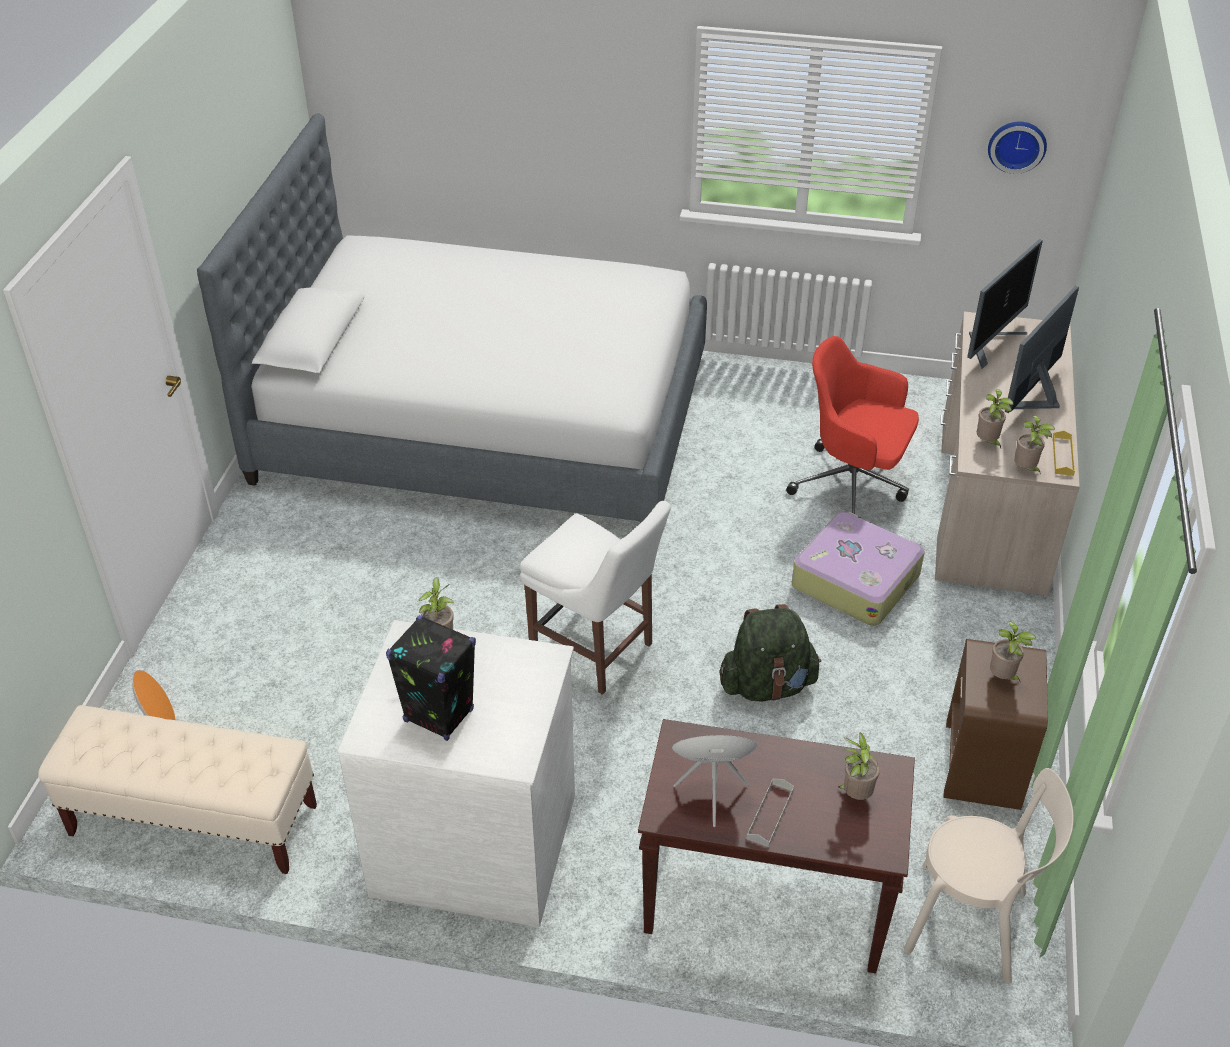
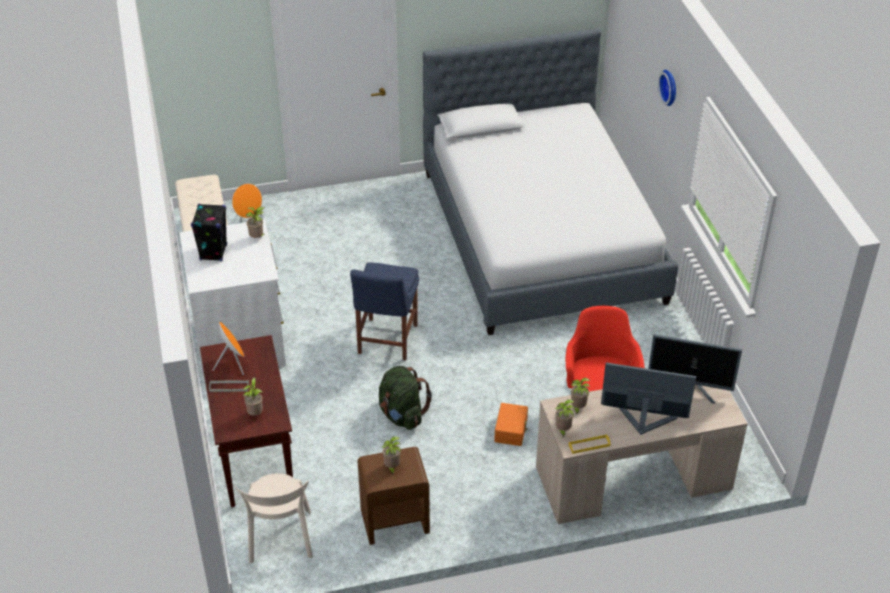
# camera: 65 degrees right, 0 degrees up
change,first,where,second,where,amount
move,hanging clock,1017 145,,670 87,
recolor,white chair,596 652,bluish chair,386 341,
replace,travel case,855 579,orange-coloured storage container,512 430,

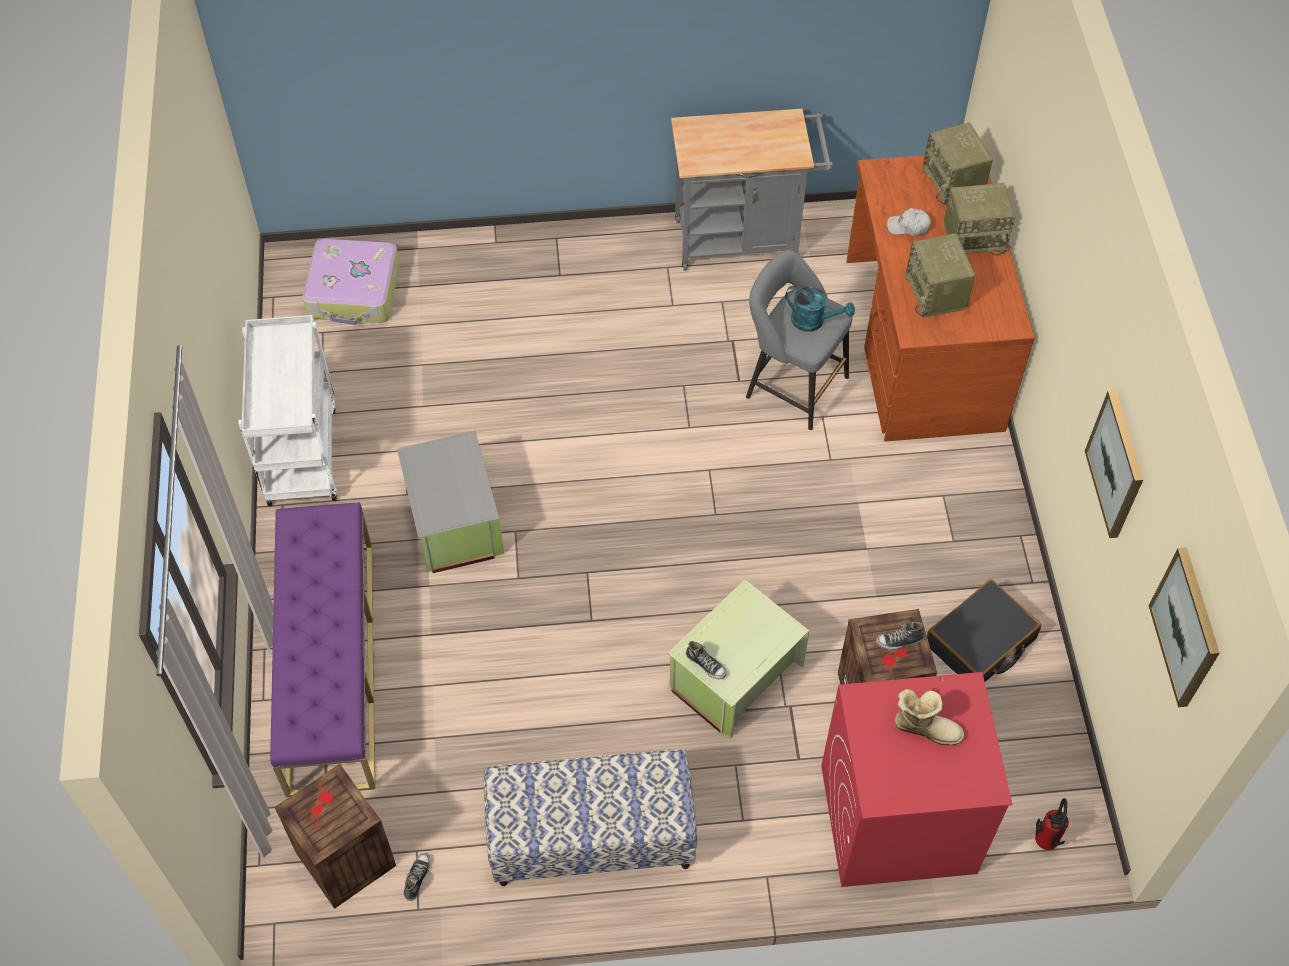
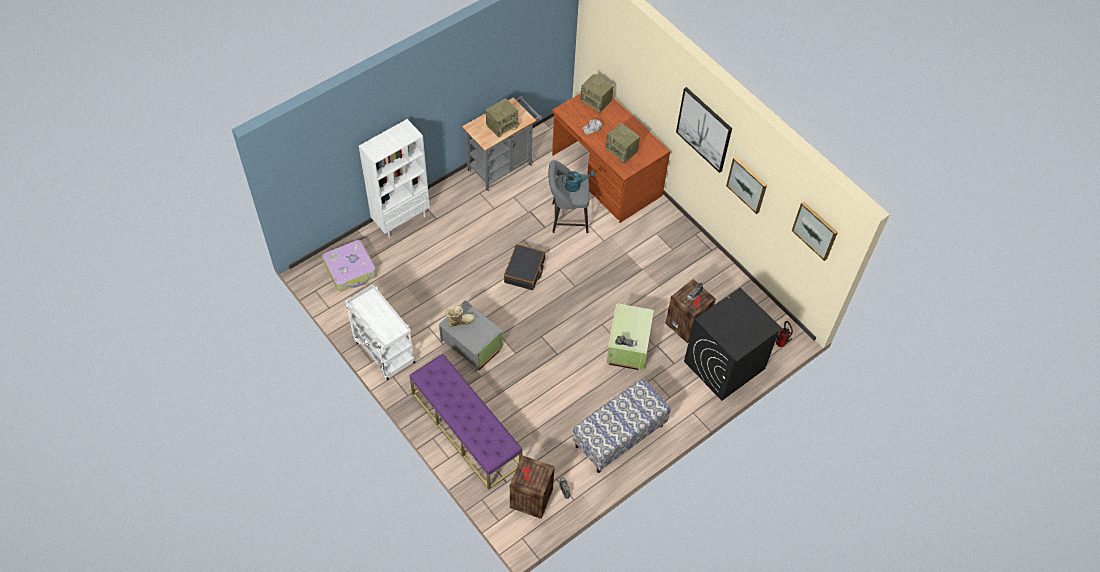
# camera: 35 degrees left, 0 degrees up
change,first,where,second,where,amount
move,radio receiver,975 237,,502 125,
move,black-coloured travel case,980 642,,524 271,
recolor,reddish laundry machine,896 819,black-coloured laundry machine,724 365,
move,boot,925 727,,460 321,
insert,,,picture,704 129,
insert,,,white shelving unit,401 219,

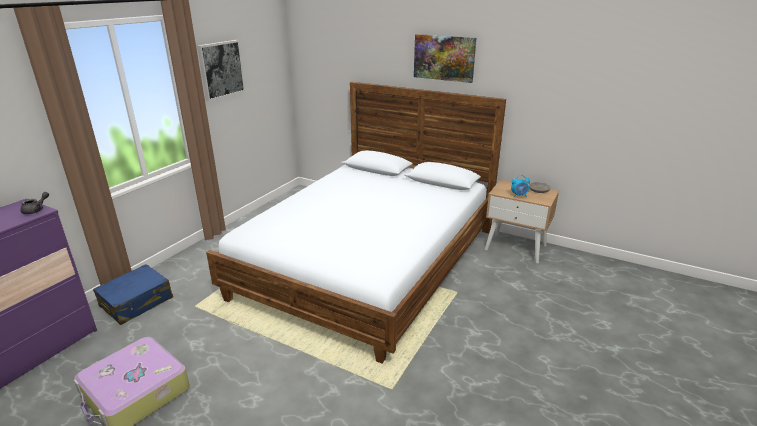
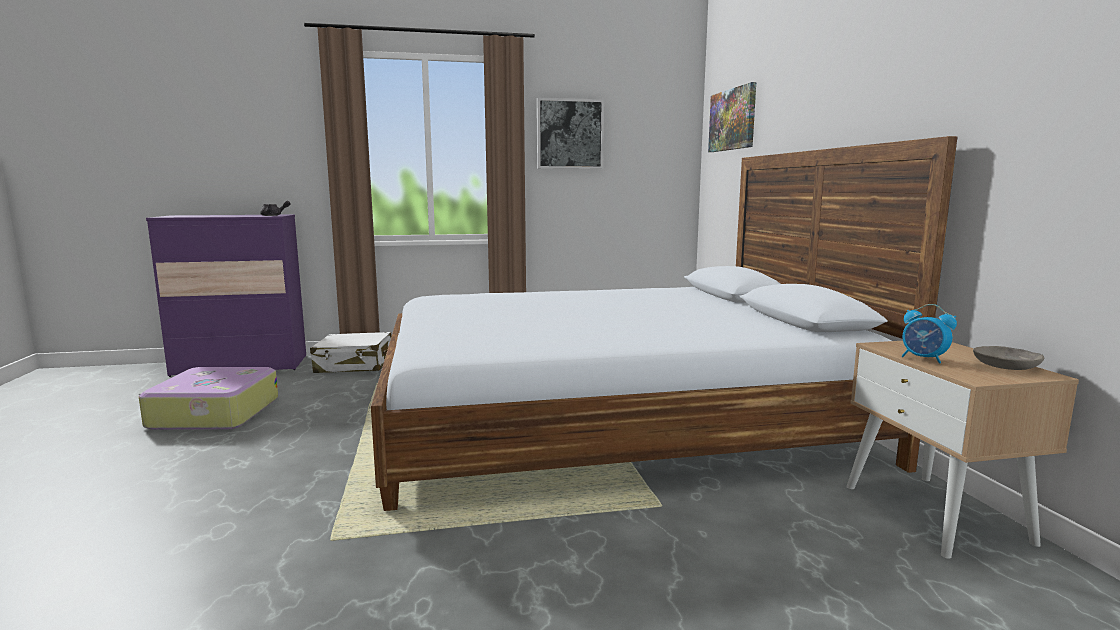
# camera: 50 degrees right, 15 degrees down
change,first,where,second,where,amount
move,picture,444 58,,732 119,
recolor,bluish travel case,137 302,white travel case,354 365,

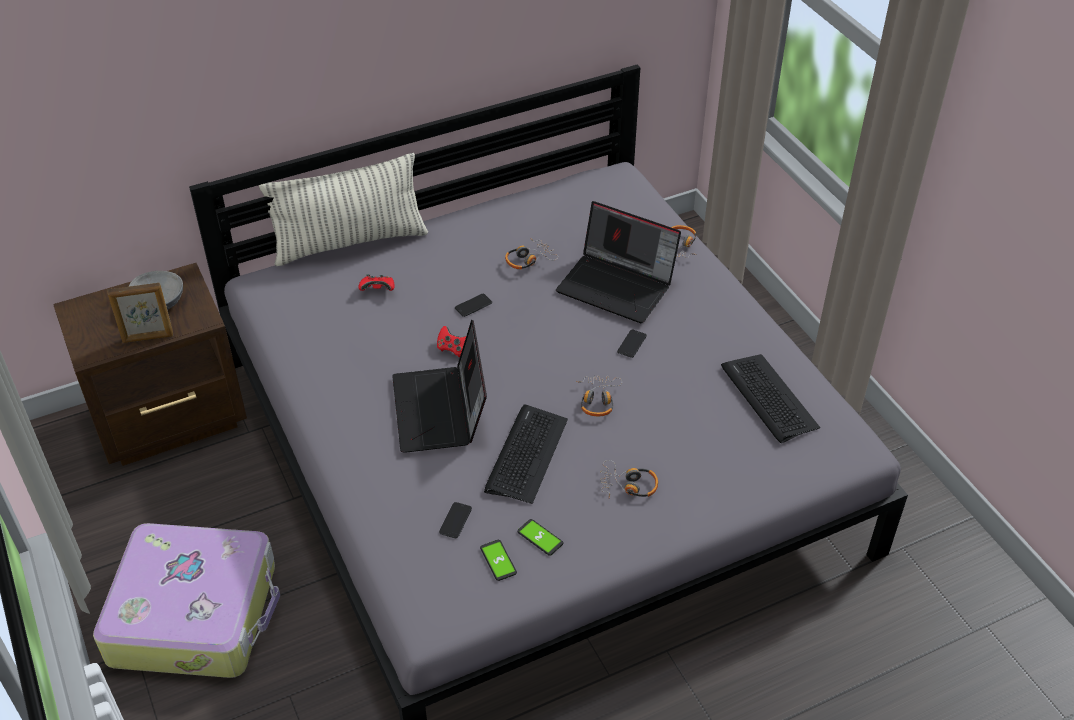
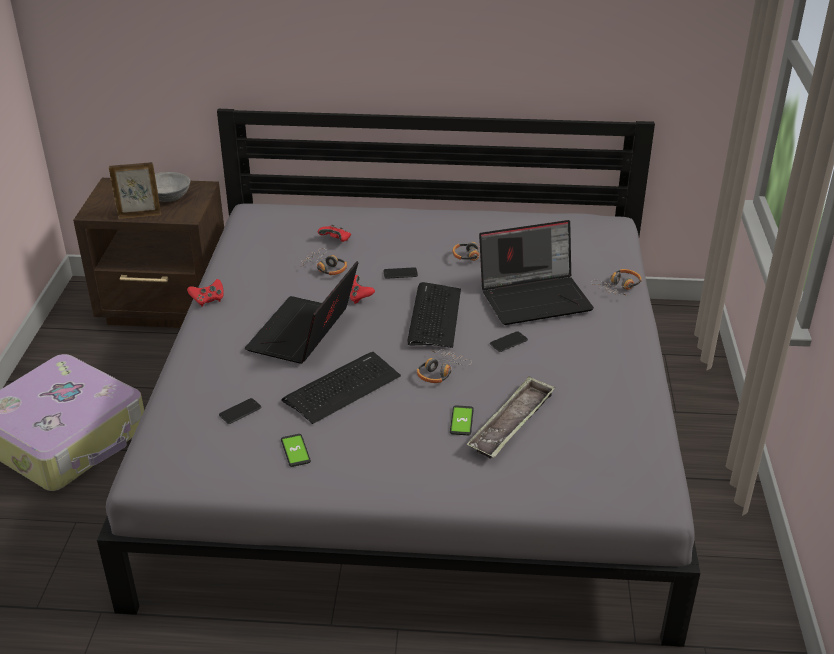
# camera: 30 degrees right, 10 degrees down
change,first,where,second,where,amount
delete,cushion,350 243,,,
rotate,laptop,618 285,,535 297,75 degrees counterclockwise
rotate,picture frame,148 338,,139 215,150 degrees clockwise
move,PC keyboard,768 398,,434 316,
move,headset,628 485,,325 268,
move,telephone,498 560,,461 421,
insert,,,reddish gamepad,208 300,
insert,,,serving tray,512 423,

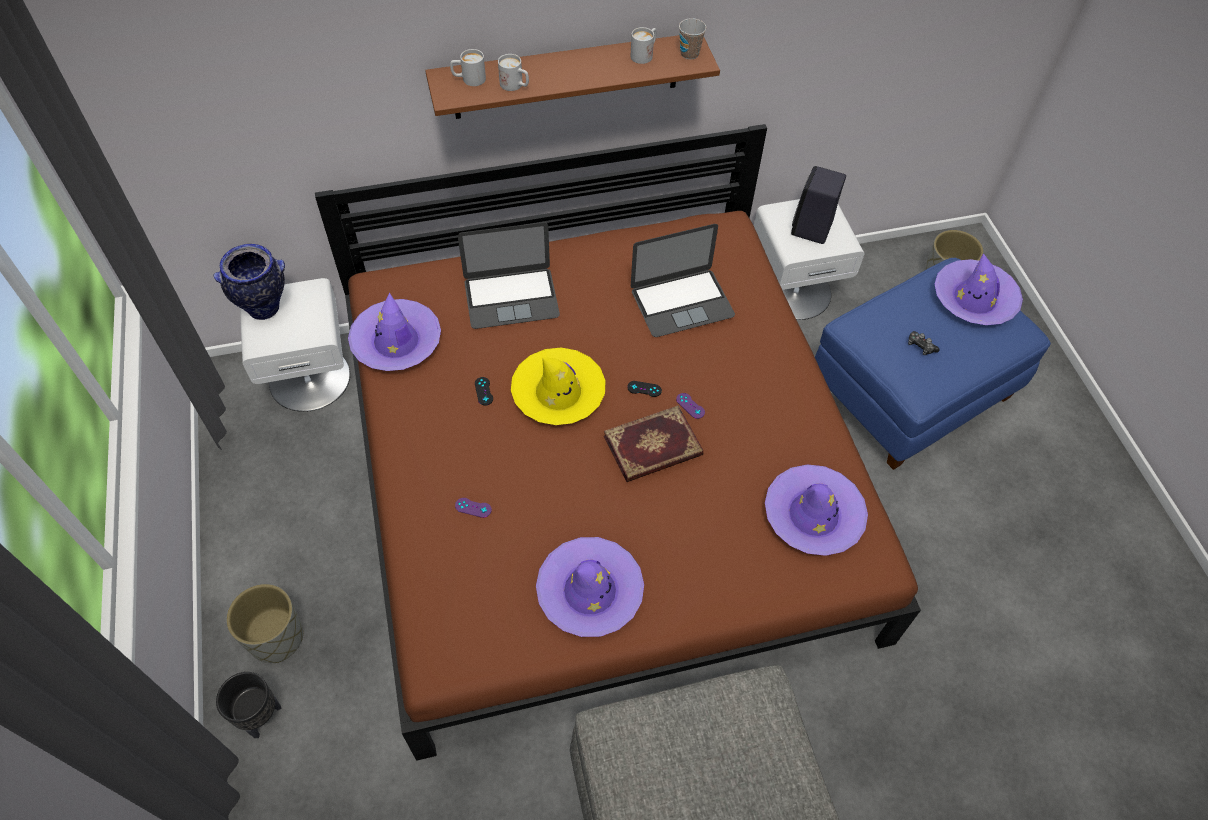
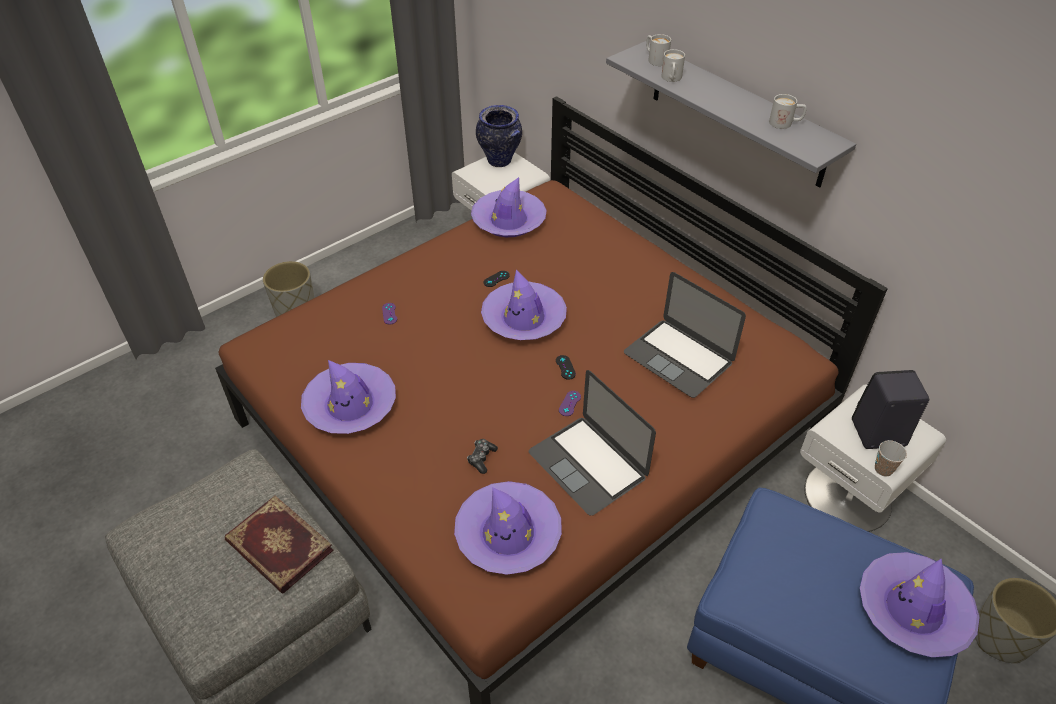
# camera: 65 degrees right, 10 degrees down
change,first,where,second,where,amount
move,drinking cup,689 54,,883 469,
recolor,brownish shelf,566 76,greyish shelf,737 114,
move,laptop,511 298,,588 464,
move,gamepad,920 346,,481 458,
recolor,yellow hat,558 392,purplish hat,524 318,
move,volume,653 447,,278 547,
delete,black-coloured planter,261 716,,,

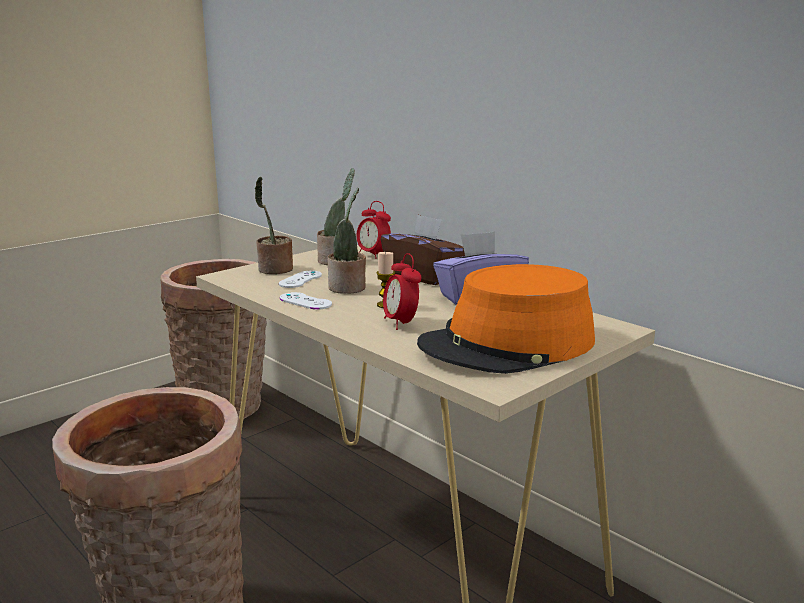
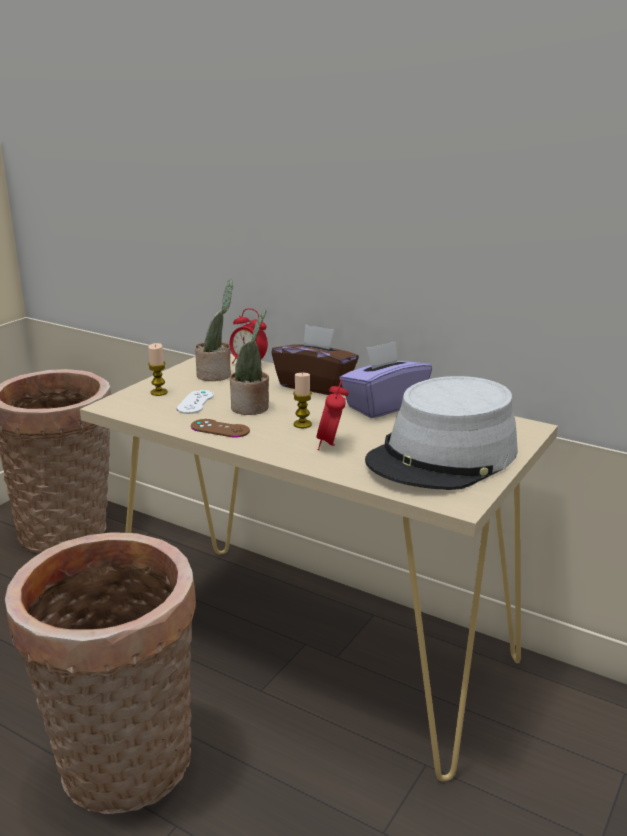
# camera: 15 degrees left, 5 degrees up
change,first,where,second,where,amount
replace,potted plant,274 270,candle,159 392,
rotate,table clock,401 323,,331 444,45 degrees clockwise
recolor,orange-coloured hat,508 344,greyish hat,443 456,
recolor,white gamepad,305 301,brownish gamepad,220 429,

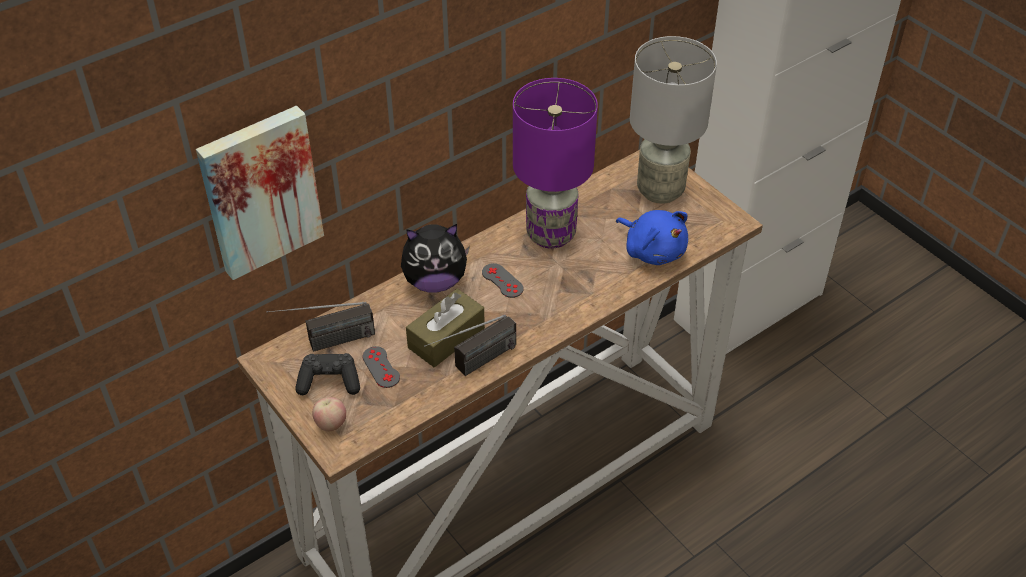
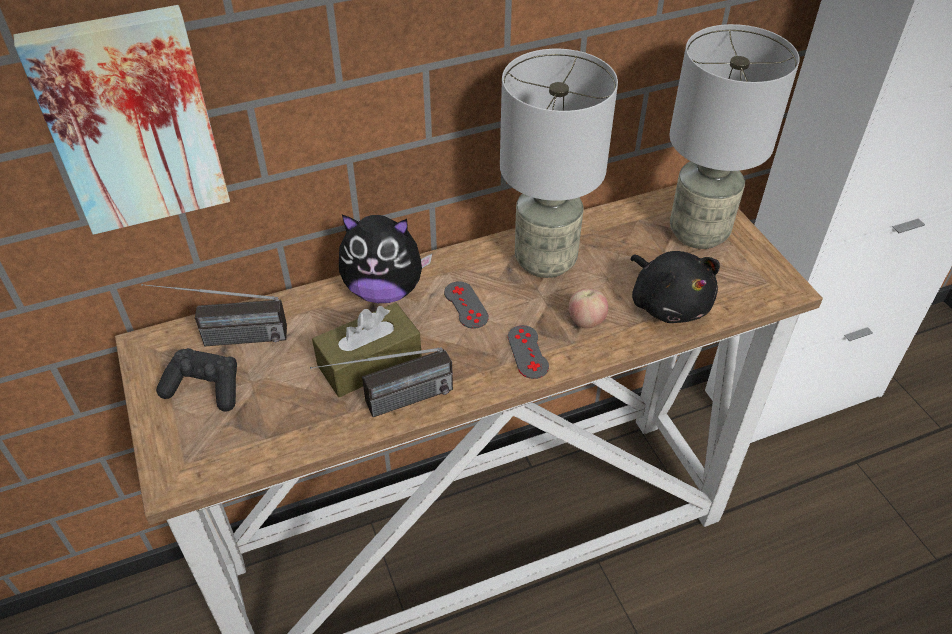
# camera: 15 degrees right, 0 degrees up
change,first,where,second,where,amount
recolor,purplish tabletop lamp,550 235,greyish tabletop lamp,544 261,
recolor,bluish cuddly toy,653 250,black-coloured cuddly toy,668 303,
move,greyish gamepad,381 367,,528 352,
move,apple fruit,331 424,,586 322,

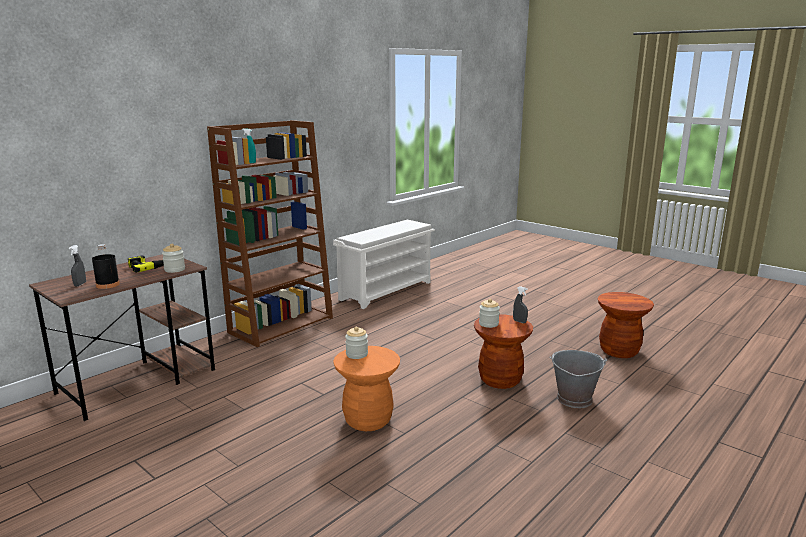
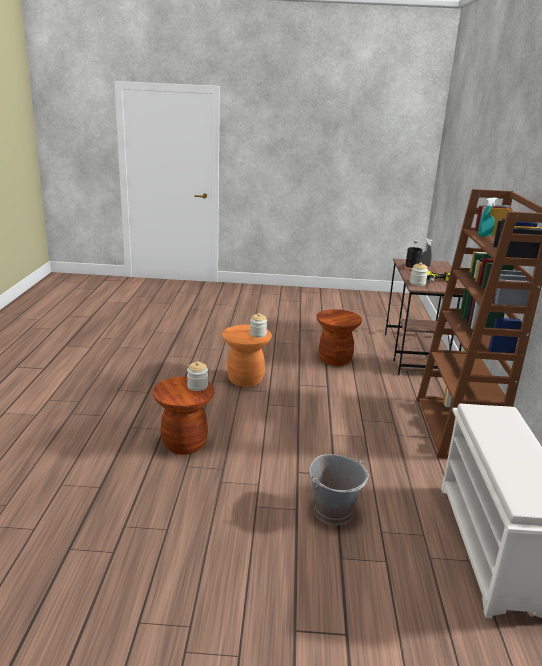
# camera: 140 degrees right, 5 degrees up
change,first,where,second,where,amount
delete,greyish sprayer,519 321,,,
move,brownish stool,619 351,,335 360,
move,greyish bucket,573 399,,334 511,

